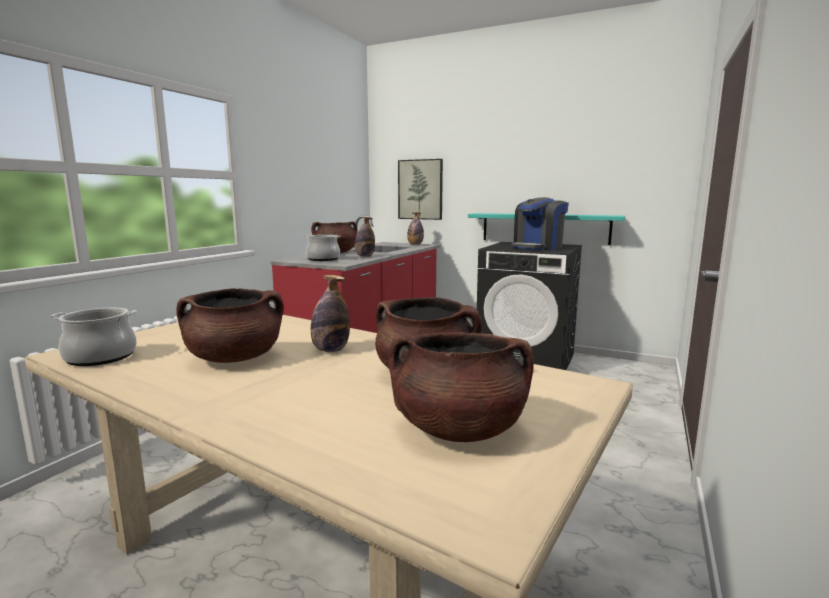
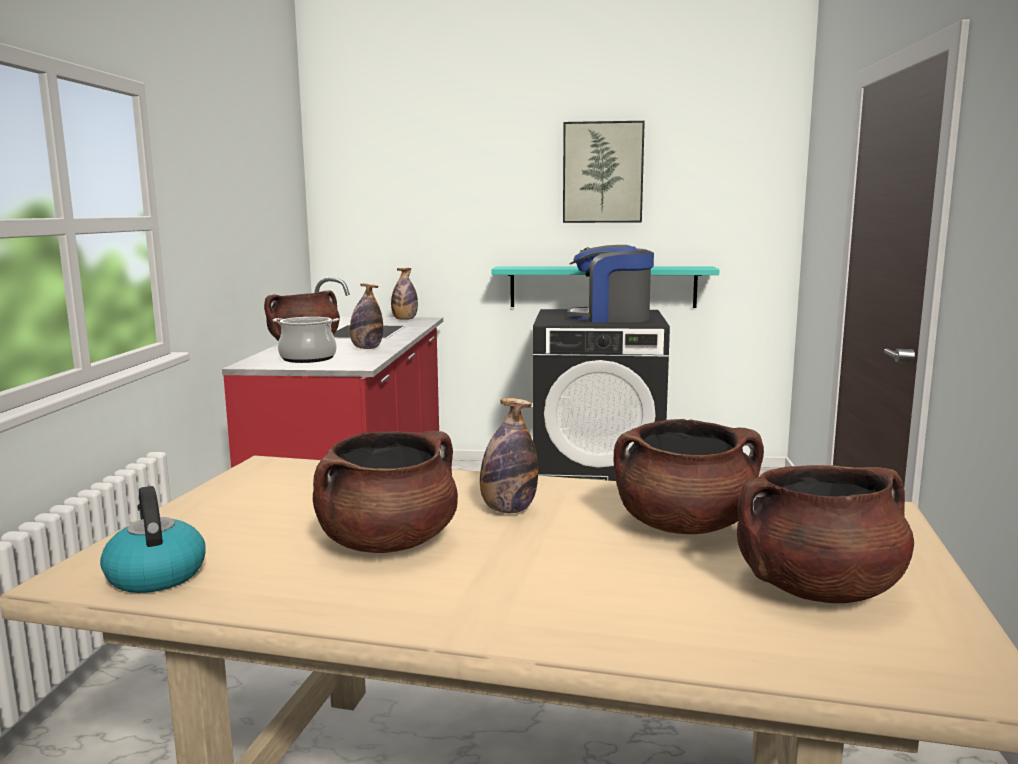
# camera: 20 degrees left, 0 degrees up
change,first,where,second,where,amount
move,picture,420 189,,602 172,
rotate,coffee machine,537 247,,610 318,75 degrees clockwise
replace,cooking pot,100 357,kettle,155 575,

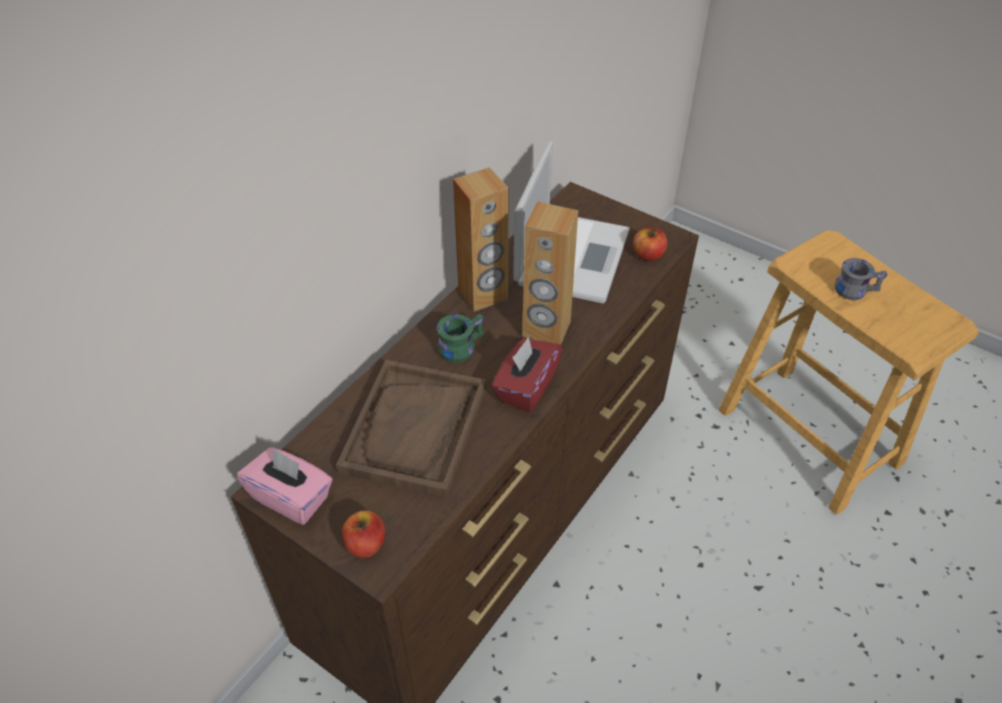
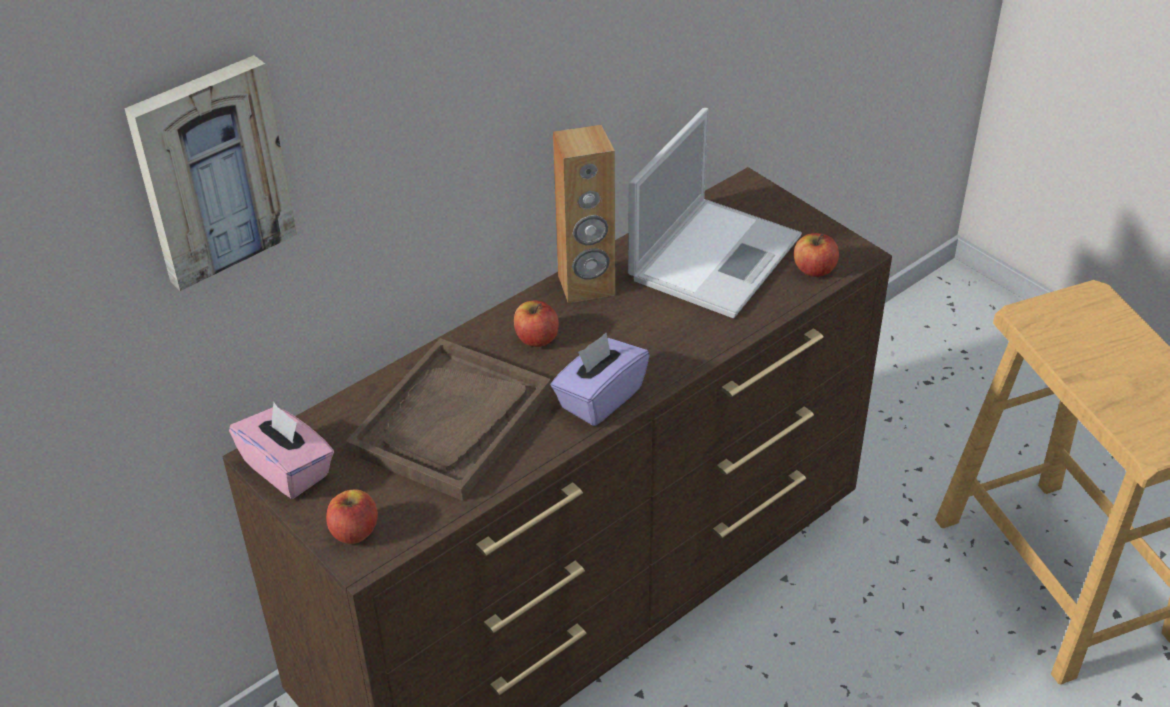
# camera: 15 degrees right, 5 degrees down
change,first,where,second,where,amount
delete,brownish speaker,546 330,,,
delete,greyish tea mug,854 288,,,
replace,greenish tea mug,459 345,apple fruit,536 338,
recolor,reddish tissue box,526 387,purplish tissue box,600 398,
insert,,,picture,211 171,

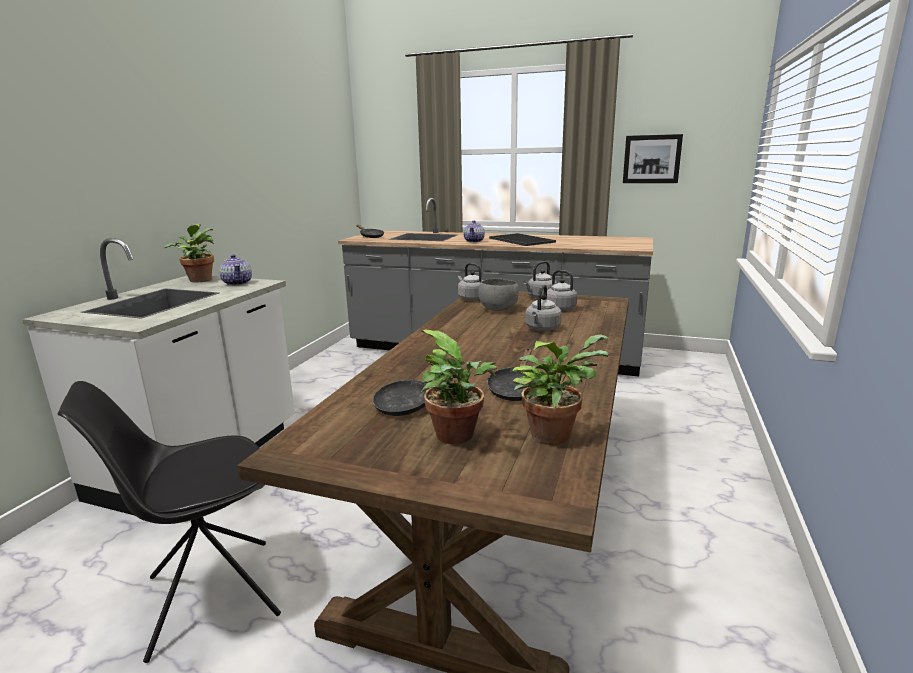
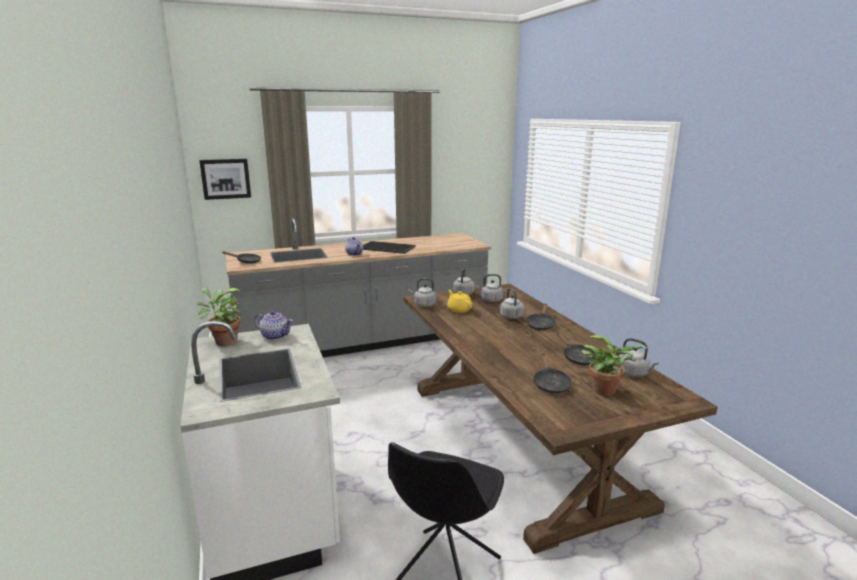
# camera: 40 degrees left, 0 degrees up
change,first,where,second,where,amount
move,picture,651 159,,225 178,
replace,greyish deep dish,497 309,yellow teapot,459 309,
replace,potted plant,553 433,greyish kettle,634 373,
insert,,,black-coloured frying pan,540 324,

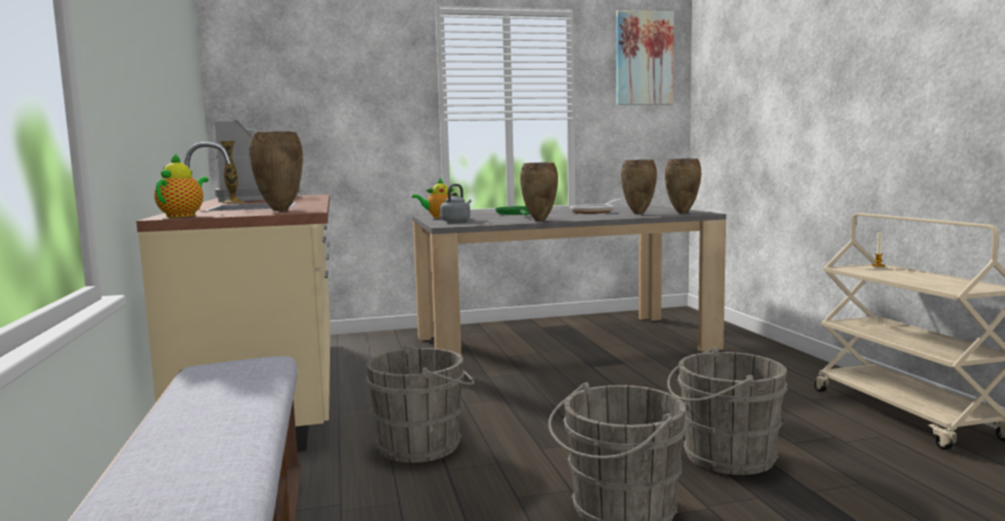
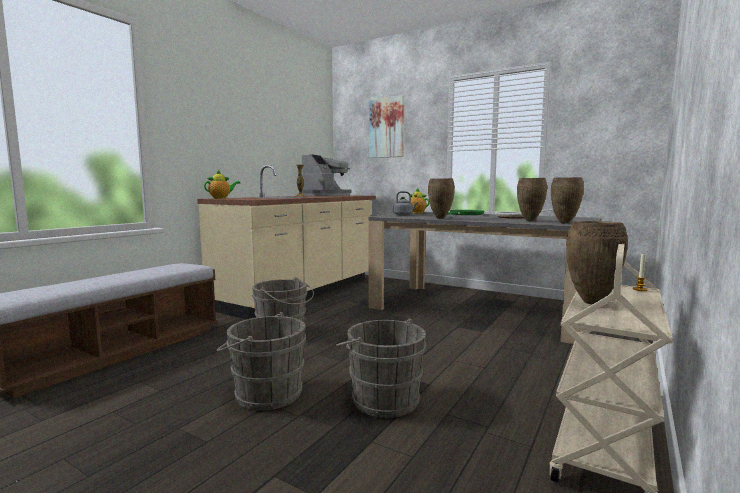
# camera: 45 degrees right, 0 degrees up
change,first,where,second,where,amount
move,picture,643 58,,387 127,
move,brownish decorative vase,279 211,,590 302,

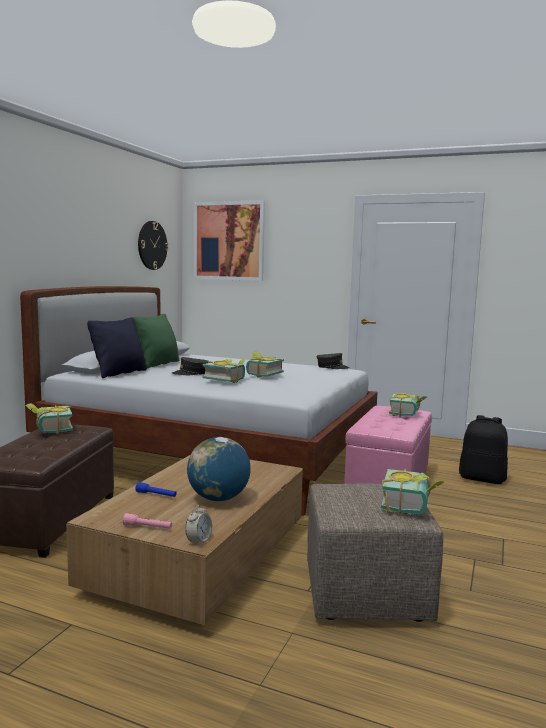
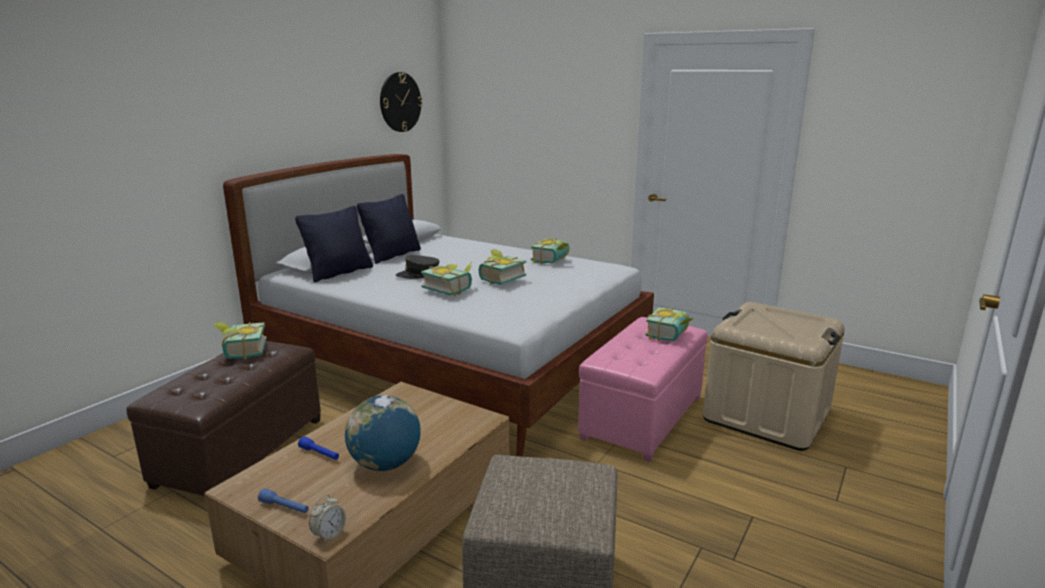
# camera: 10 degrees right, 10 degrees up
change,first,where,second,where,amount
delete,picture,229 241,,,
recolor,greenish cushion,157 364,black-coloured cushion,392 255,
delete,greyish baseball cap,332 367,,,
replace,black-coloured knapsack,482 479,sand-coloured storage container,766 415,
move,volume,411 506,,554 260,
recolor,pink hand torch,148 527,bluish hand torch,284 507,

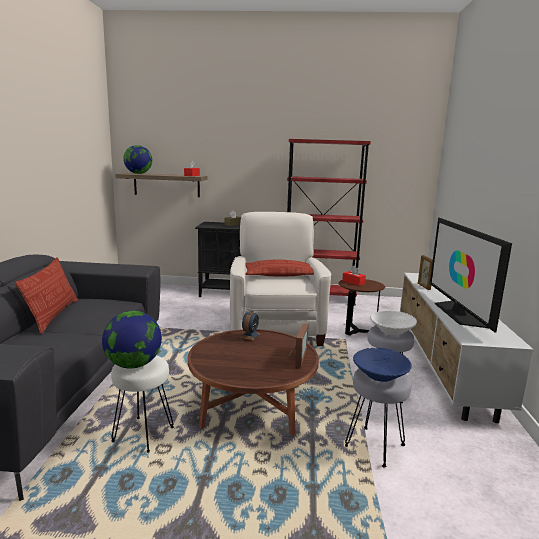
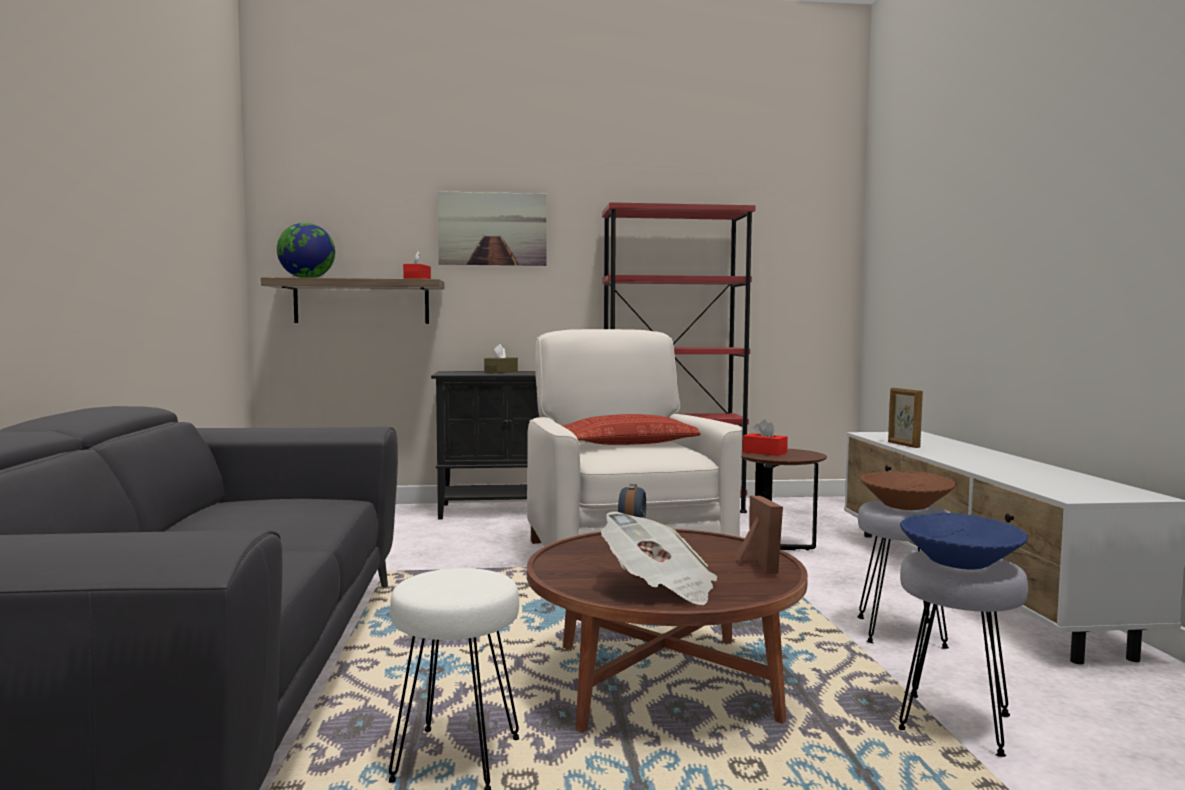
# camera: 10 degrees left, 10 degrees down
change,first,where,second,where,amount
delete,television,458 313,,,
delete,cushion,53 315,,,
delete,desk globe,133 365,,,
recolor,white deep dish,392 331,brownish deep dish,906 506,
insert,,,picture,492 229,
insert,,,daily paper,660 588,

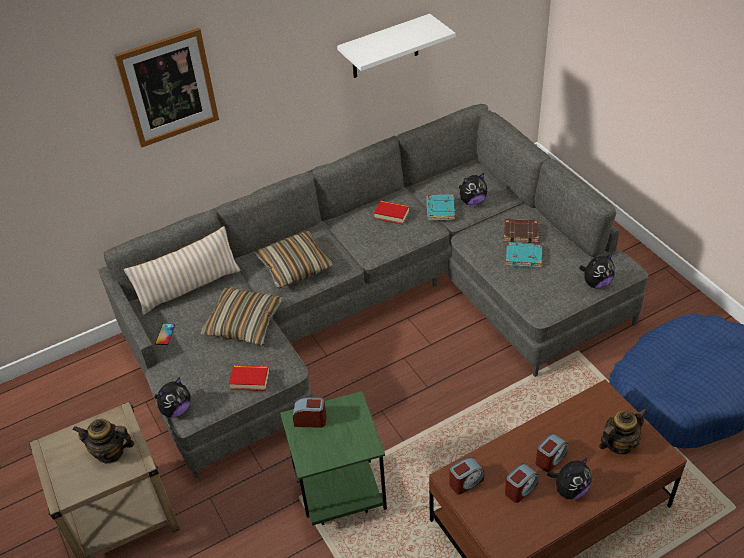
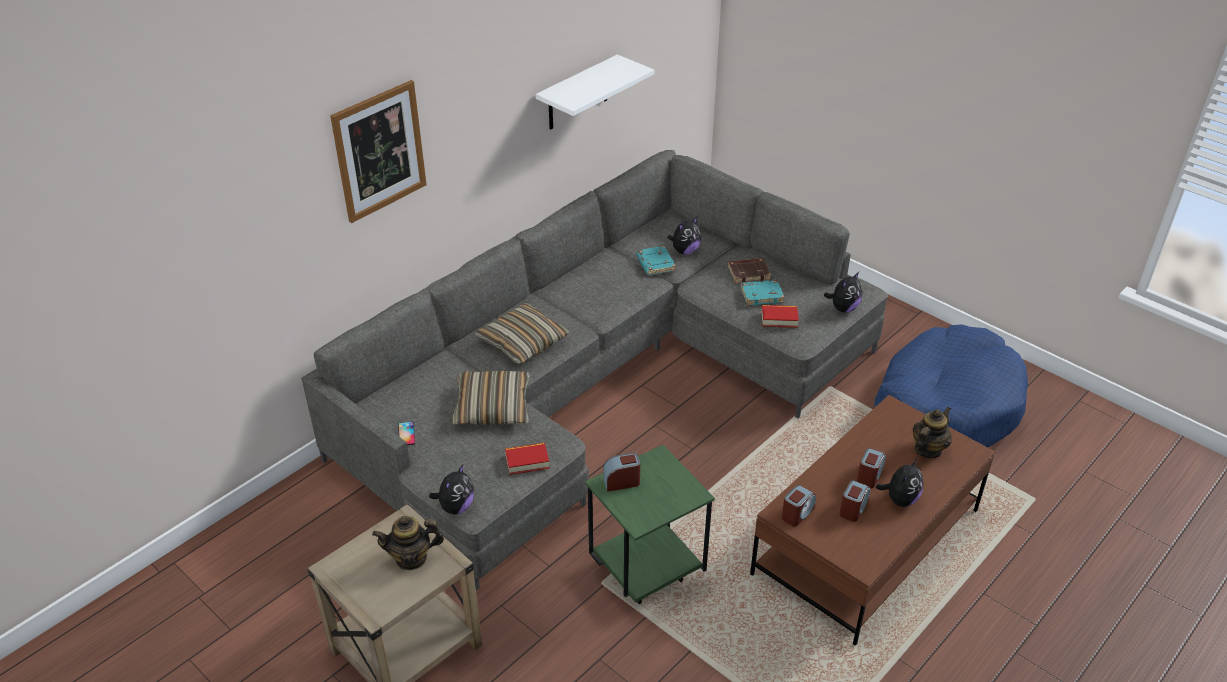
# camera: 20 degrees left, 5 degrees down
change,first,where,second,where,amount
move,volume,391 215,,779 319,
delete,sand-coloured cushion,189 287,,,

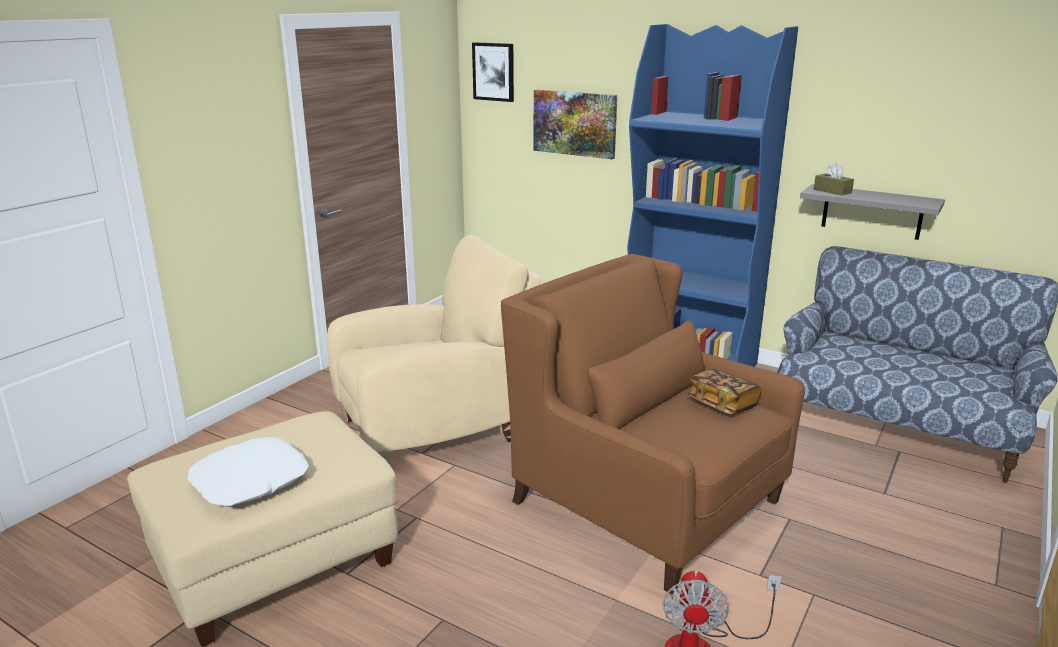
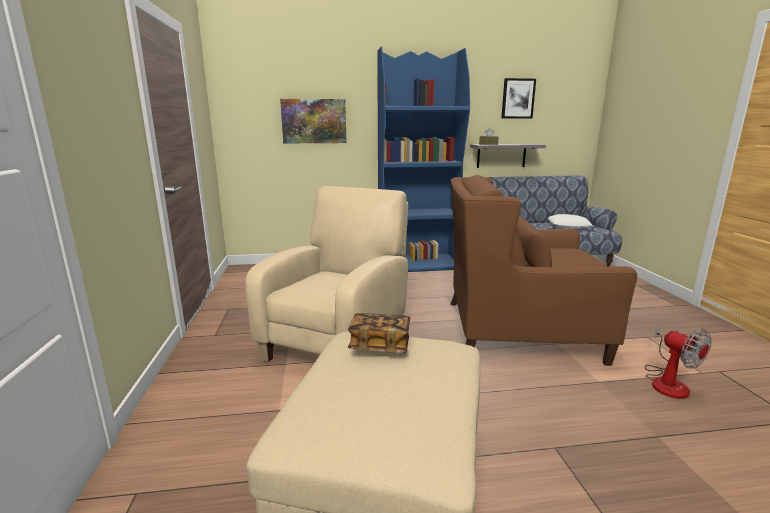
# camera: 40 degrees left, 5 degrees down
change,first,where,second,where,amount
move,picture,493 72,,518 98,
move,volume,722 404,,380 346,
move,white cushion,251 482,,568 226,

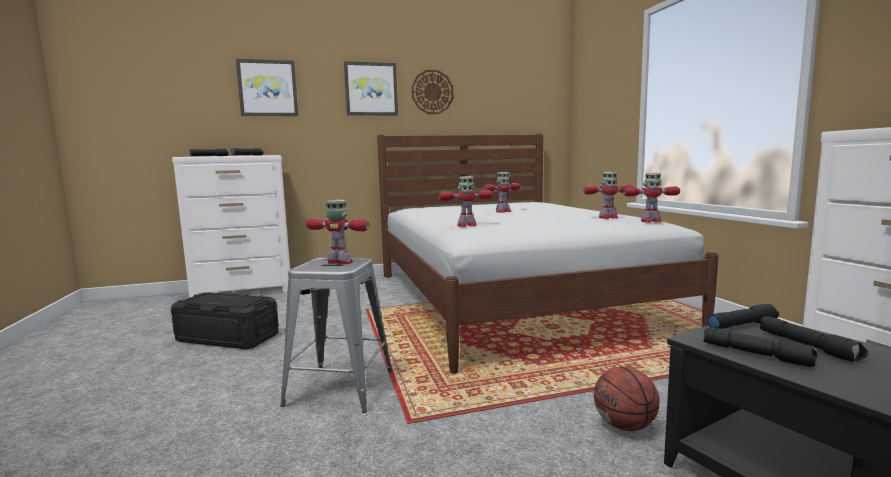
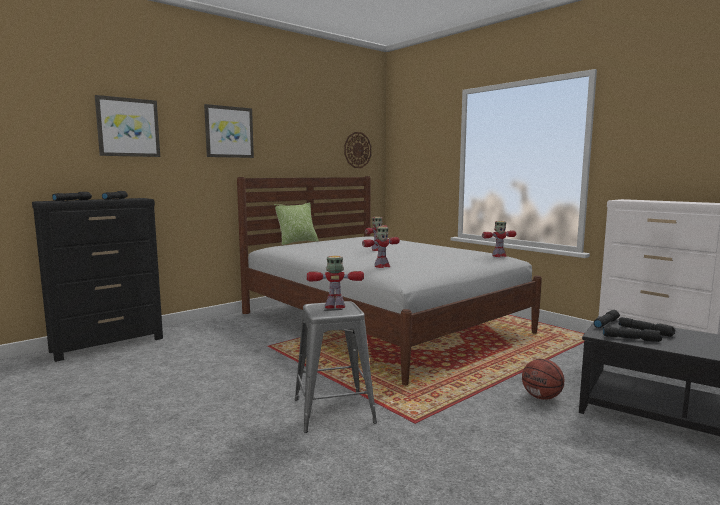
# camera: 25 degrees left, 0 degrees up
change,first,where,second,where,amount
move,hanging clock,432 92,,357 150,
recolor,white chest of drawers,244 292,black-coloured chest of drawers,109 345,
delete,robot figure,608 217,,,
delete,black-coloured storage container,227 337,,,
insert,,,cushion,297 242,

